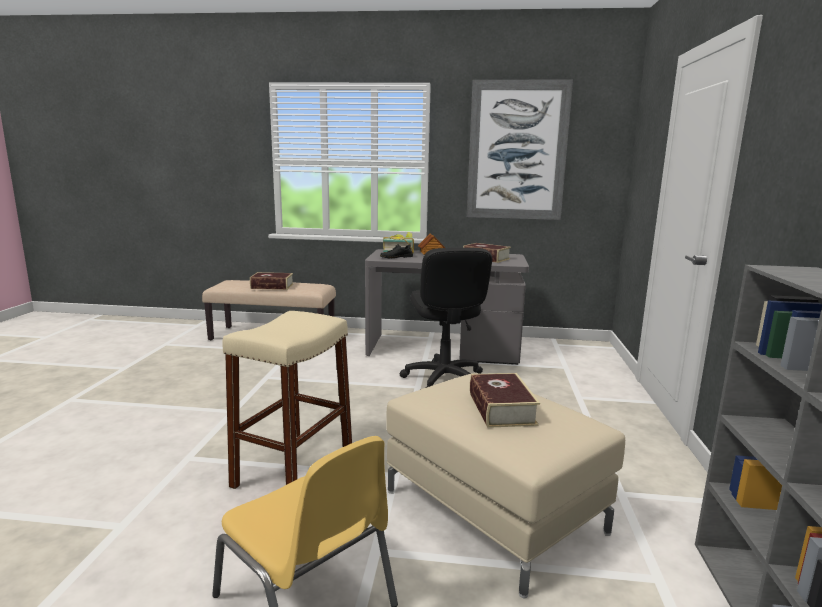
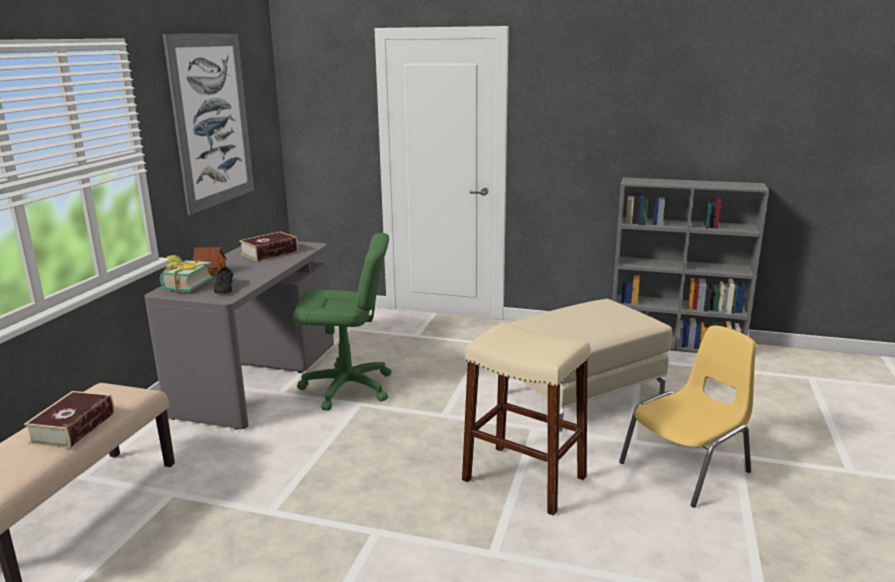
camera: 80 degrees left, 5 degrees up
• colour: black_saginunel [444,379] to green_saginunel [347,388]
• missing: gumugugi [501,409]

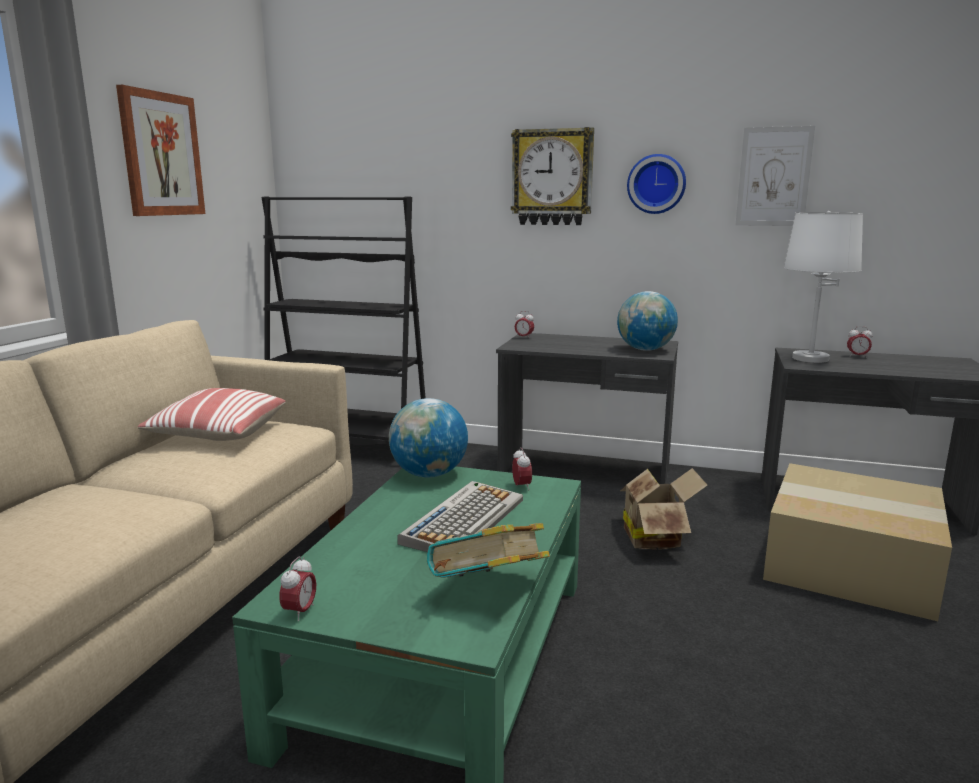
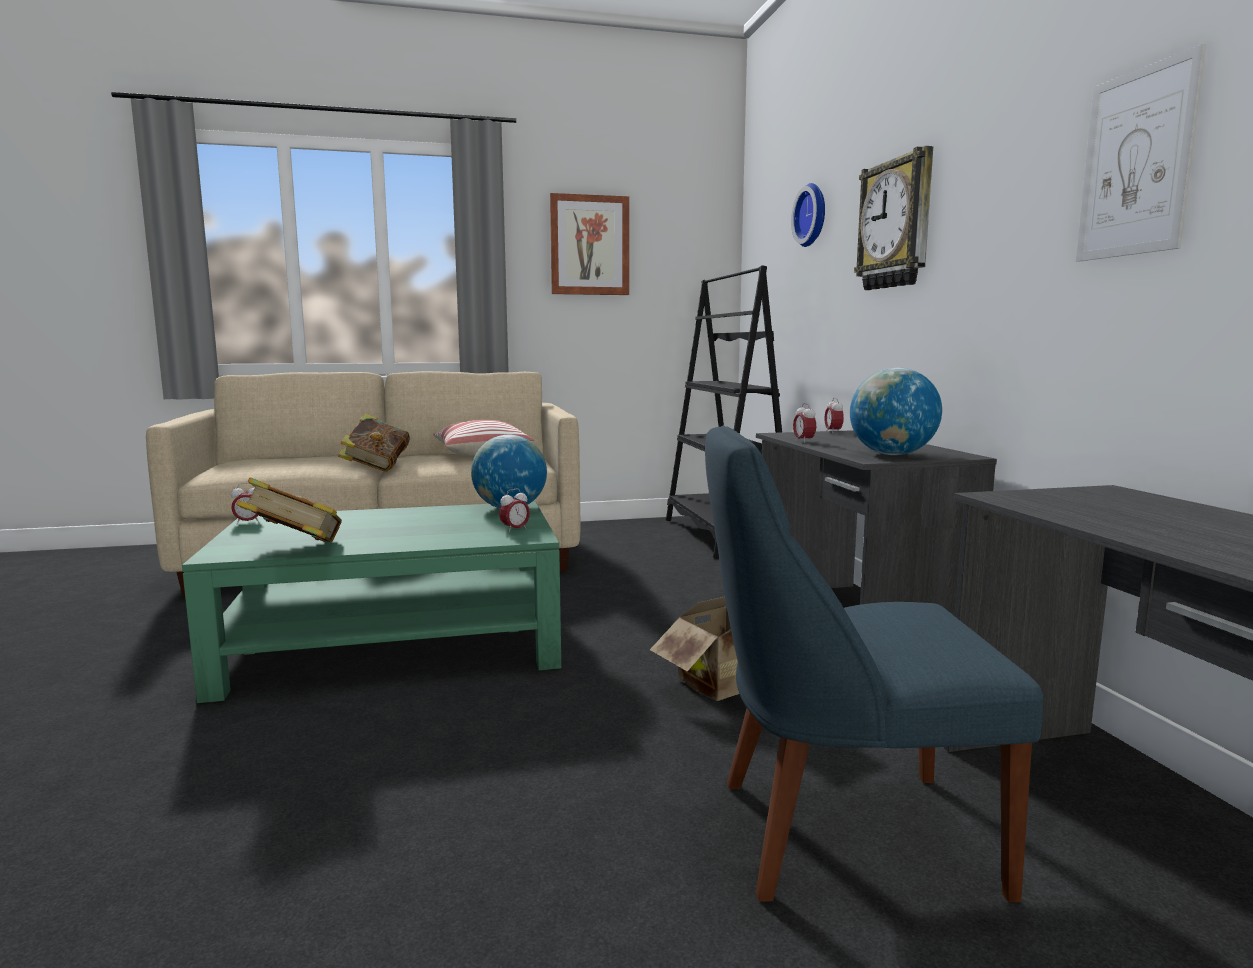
camera: 60 degrees right, 5 degrees down
• appeared: gumugugi [376,468]
• exchanged: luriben [847,565] to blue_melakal [840,833]
• relocated: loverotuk [656,184] to [813,215]
• relocated: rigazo [857,356] to [803,441]
• missing: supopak [464,520]
• missing: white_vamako [810,359]

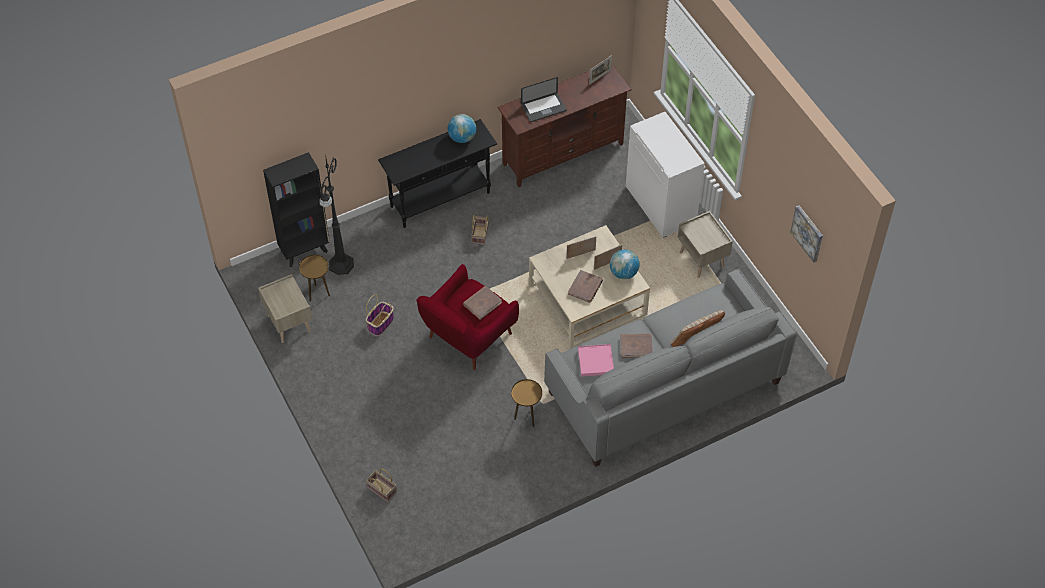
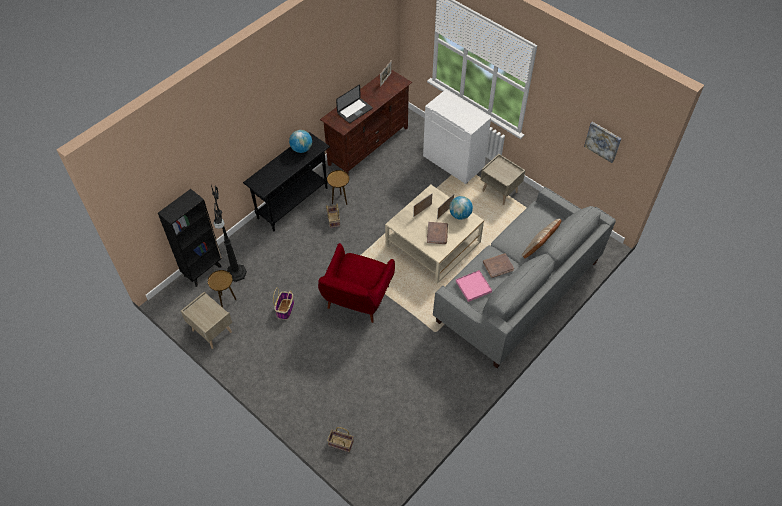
camera: 20 degrees left, 0 degrees up
• relocated: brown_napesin [526,418] to [340,201]
• missing: brown_gumugugi [482,303]

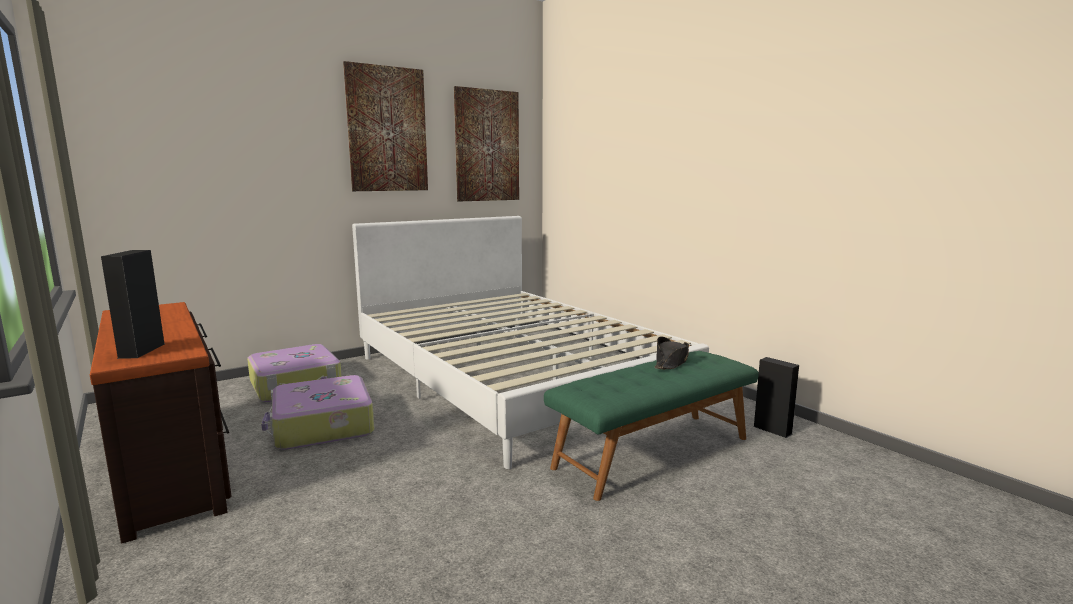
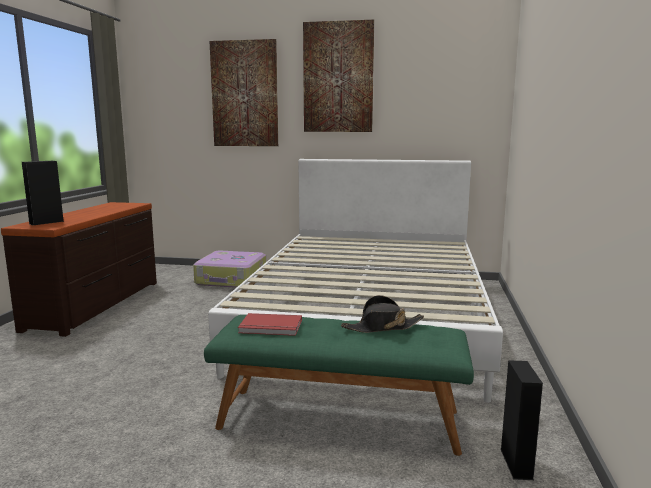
camera: 45 degrees right, 0 degrees up
• relocated: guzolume [487,146] to [245,94]
• appeared: red_gumugugi [270,327]
• missing: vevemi [322,426]

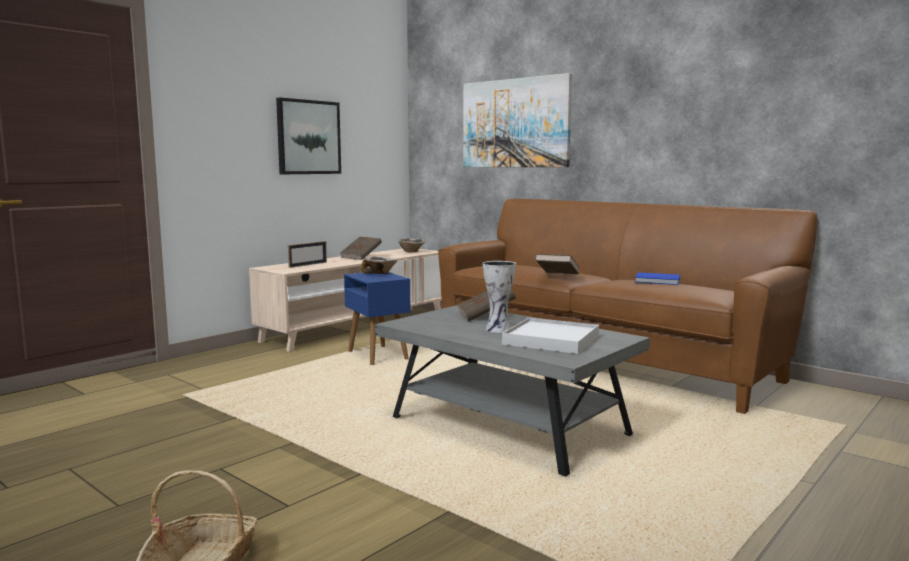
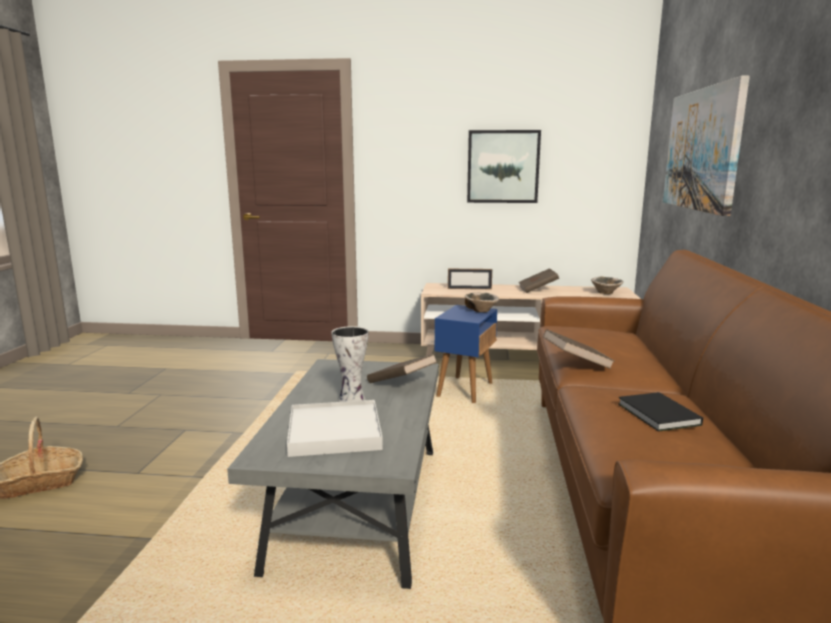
camera: 55 degrees right, 5 degrees up
• colour: blue_gumugugi [658,281] to black_gumugugi [658,415]

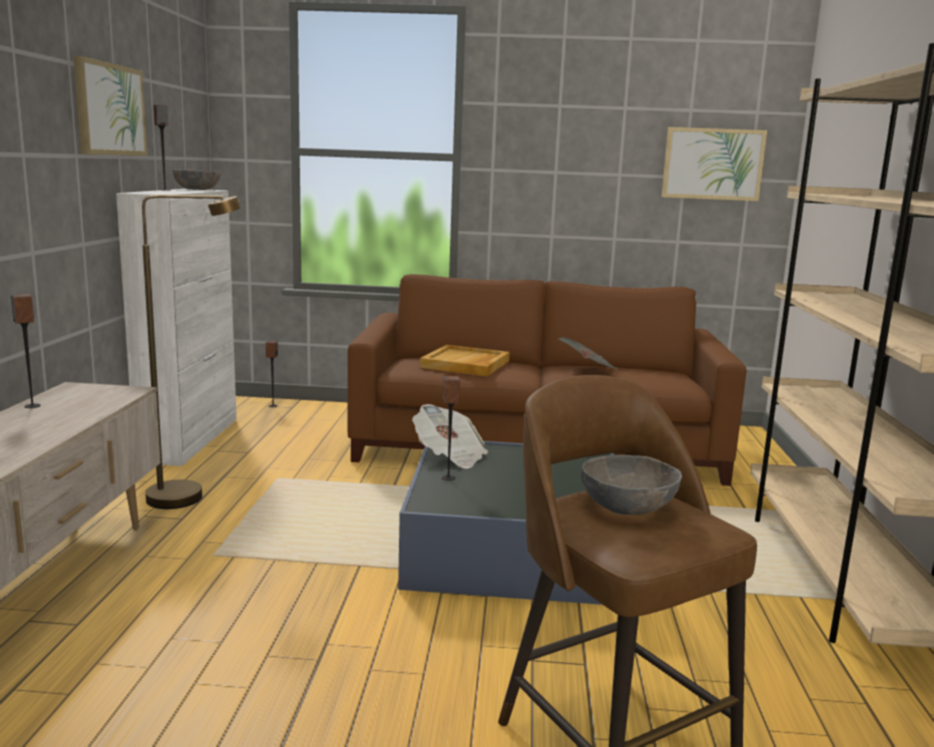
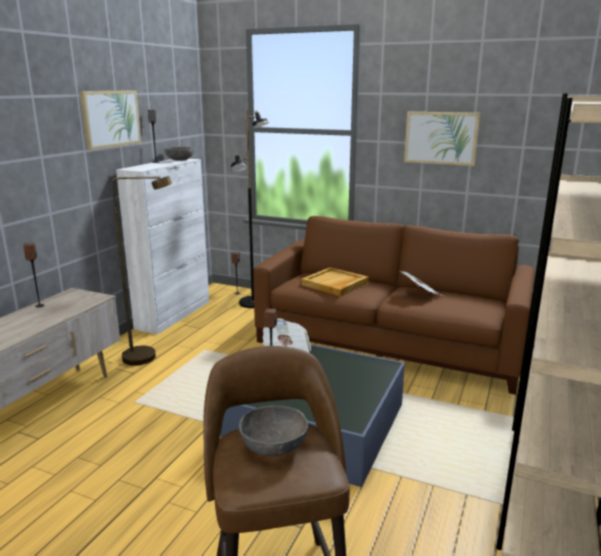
camera: 20 degrees right, 5 degrees up
• appeared: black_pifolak [253,303]
• relocated: guzolume [712,164] to [441,138]

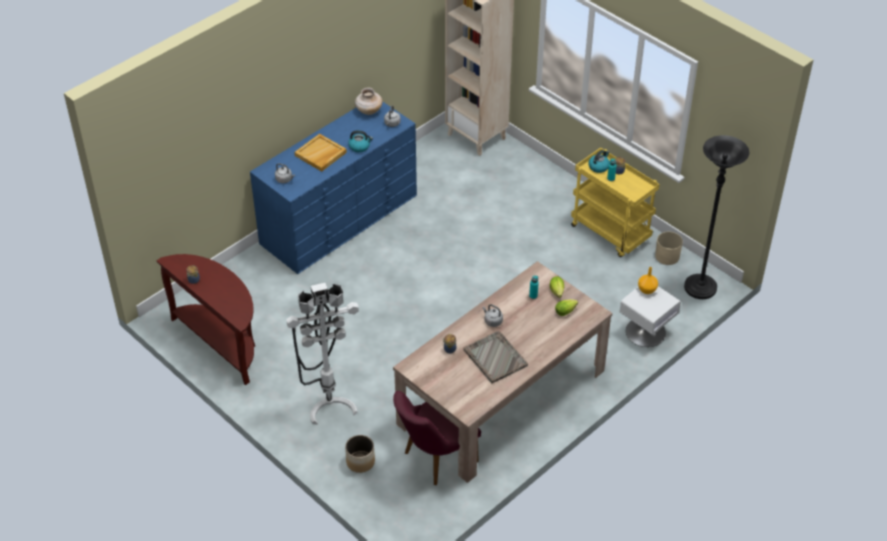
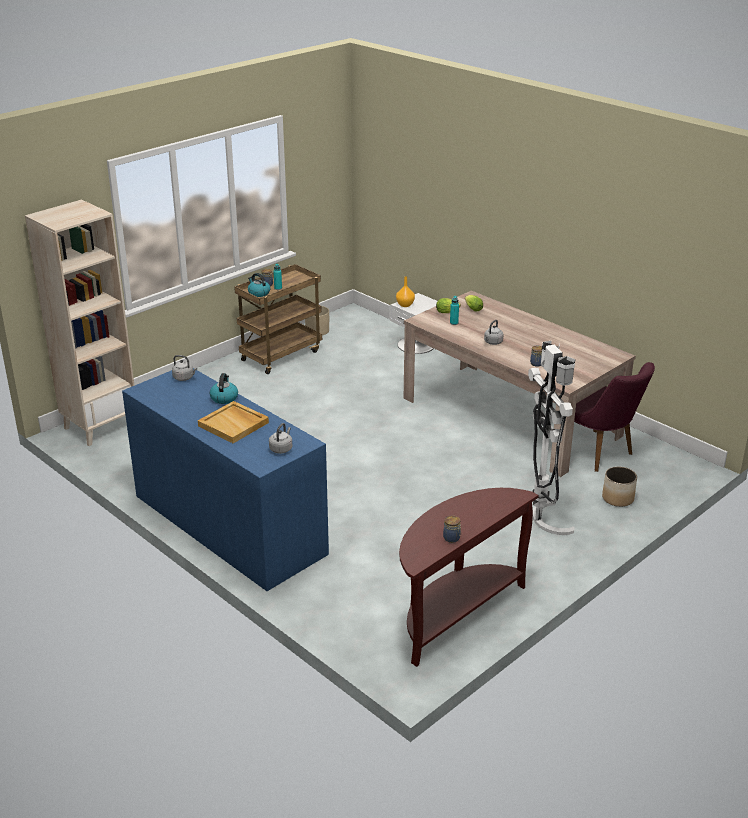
camera: 90 degrees left, 15 degrees down
• colour: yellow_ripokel [611,233] to brown_ripokel [281,355]
• missing: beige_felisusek [368,111]
• missing: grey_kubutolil [495,357]
• missing: black_pifolak [700,288]

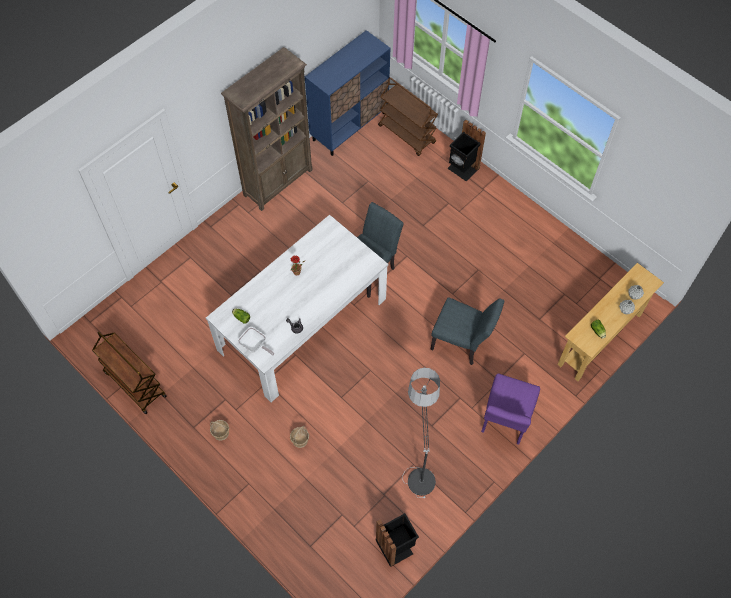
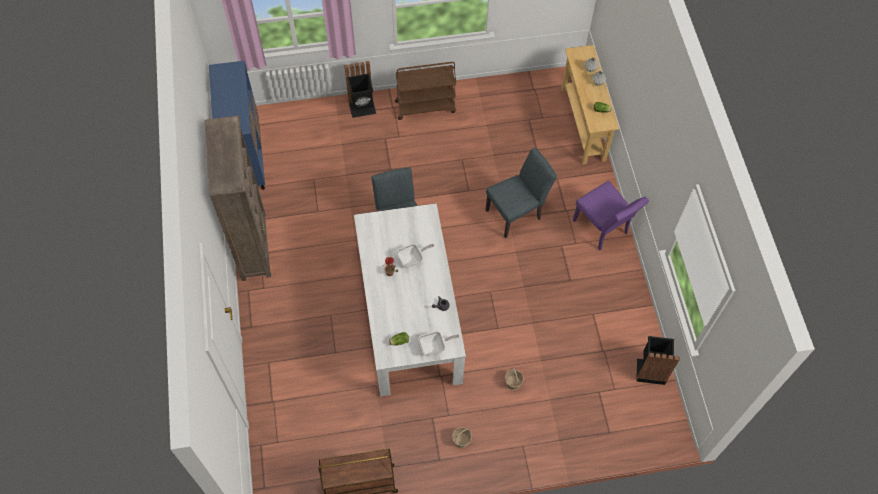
camera: 55 degrees left, 0 degrees up
• relocated: brown_ripokel [407,134] to [426,106]
• appeared: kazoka [412,259]
• missing: pifolak [418,460]

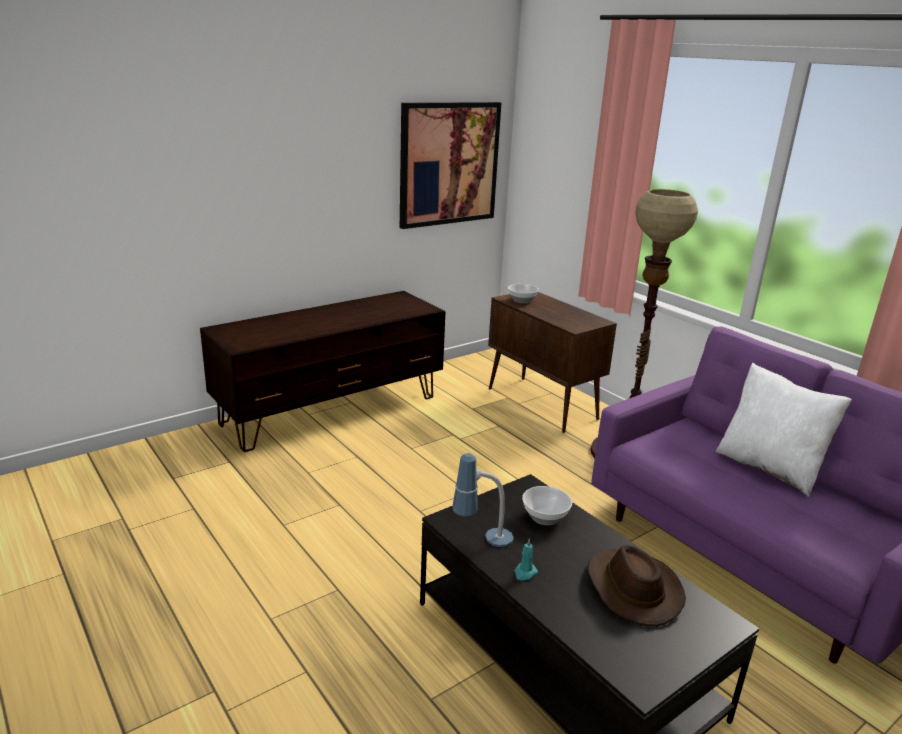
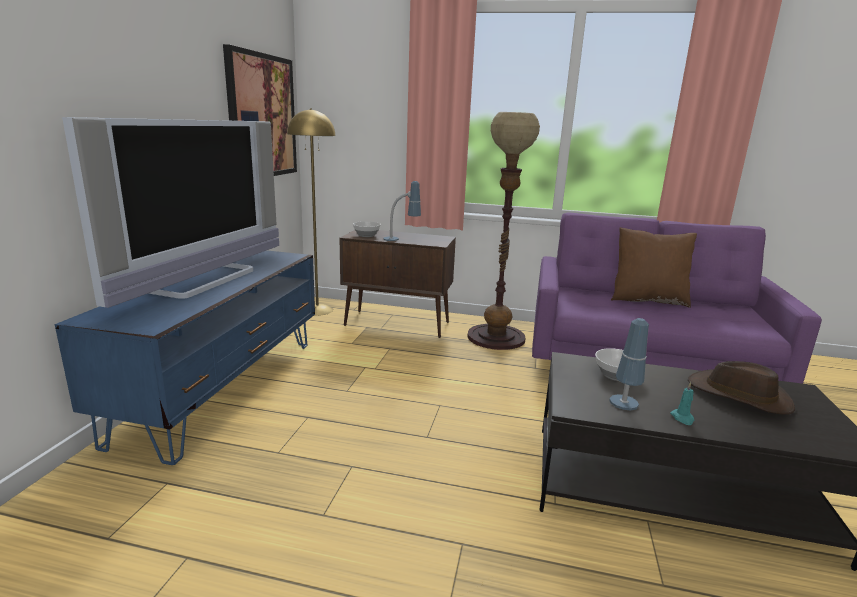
camera: 40 degrees left, 5 degrees down
• colour: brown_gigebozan [332,410] to blue_gigebozan [224,387]
• appeared: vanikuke [206,280]
• appeared: yellow_pifolak [317,310]
• appeared: vamako [401,240]
• colour: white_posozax [769,468] to brown_posozax [647,300]

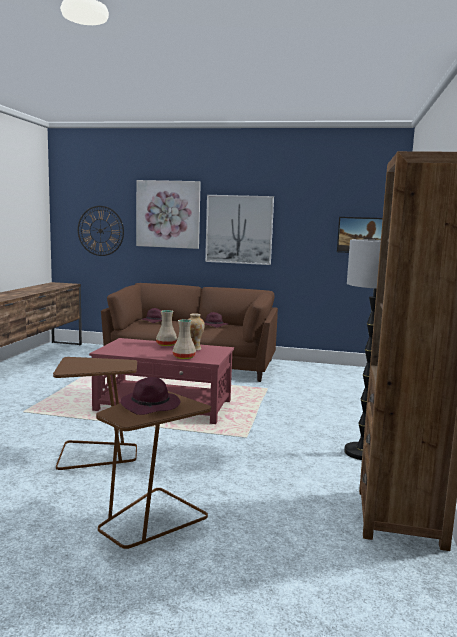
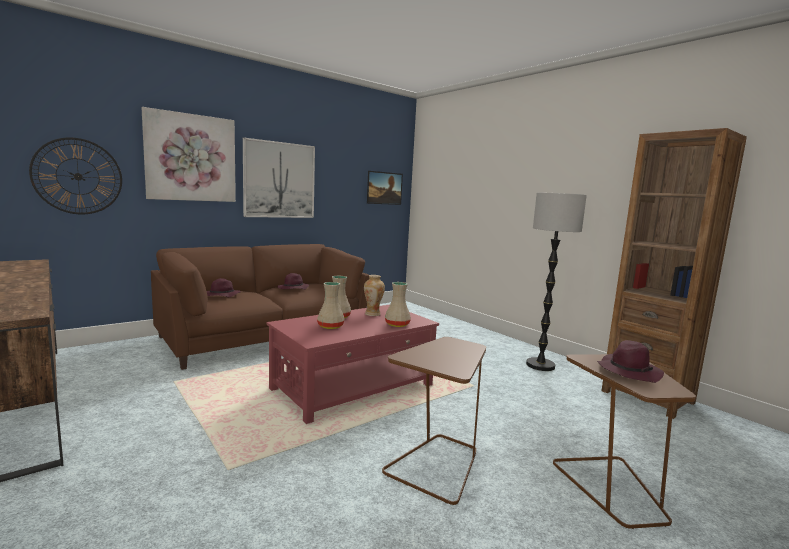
camera: 50 degrees left, 0 degrees up
• appeared: beige_felisusek [330,327]

